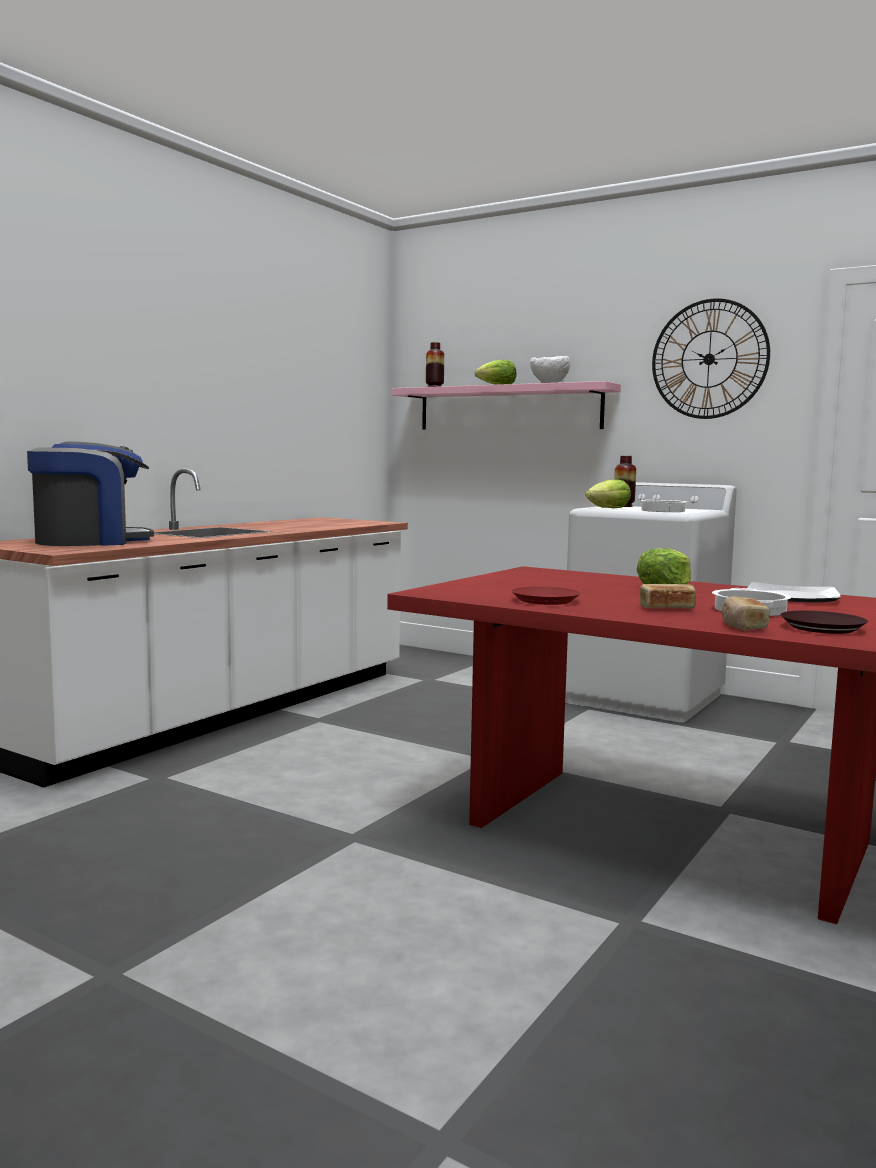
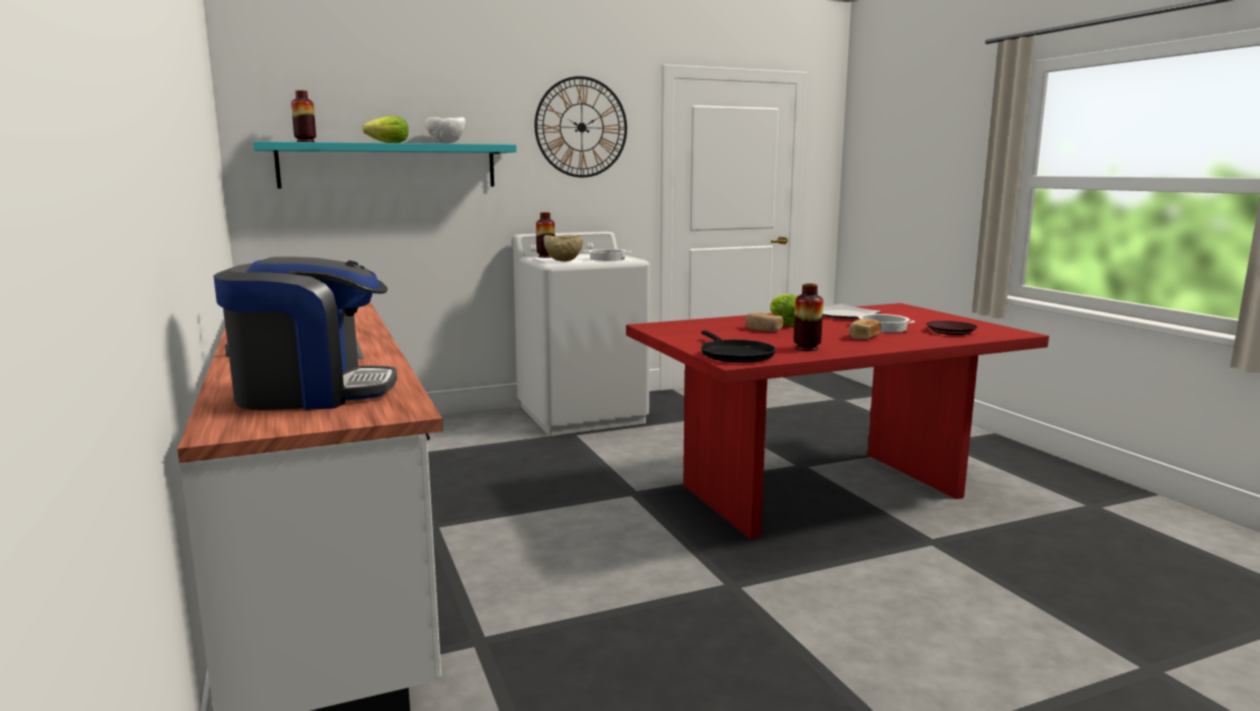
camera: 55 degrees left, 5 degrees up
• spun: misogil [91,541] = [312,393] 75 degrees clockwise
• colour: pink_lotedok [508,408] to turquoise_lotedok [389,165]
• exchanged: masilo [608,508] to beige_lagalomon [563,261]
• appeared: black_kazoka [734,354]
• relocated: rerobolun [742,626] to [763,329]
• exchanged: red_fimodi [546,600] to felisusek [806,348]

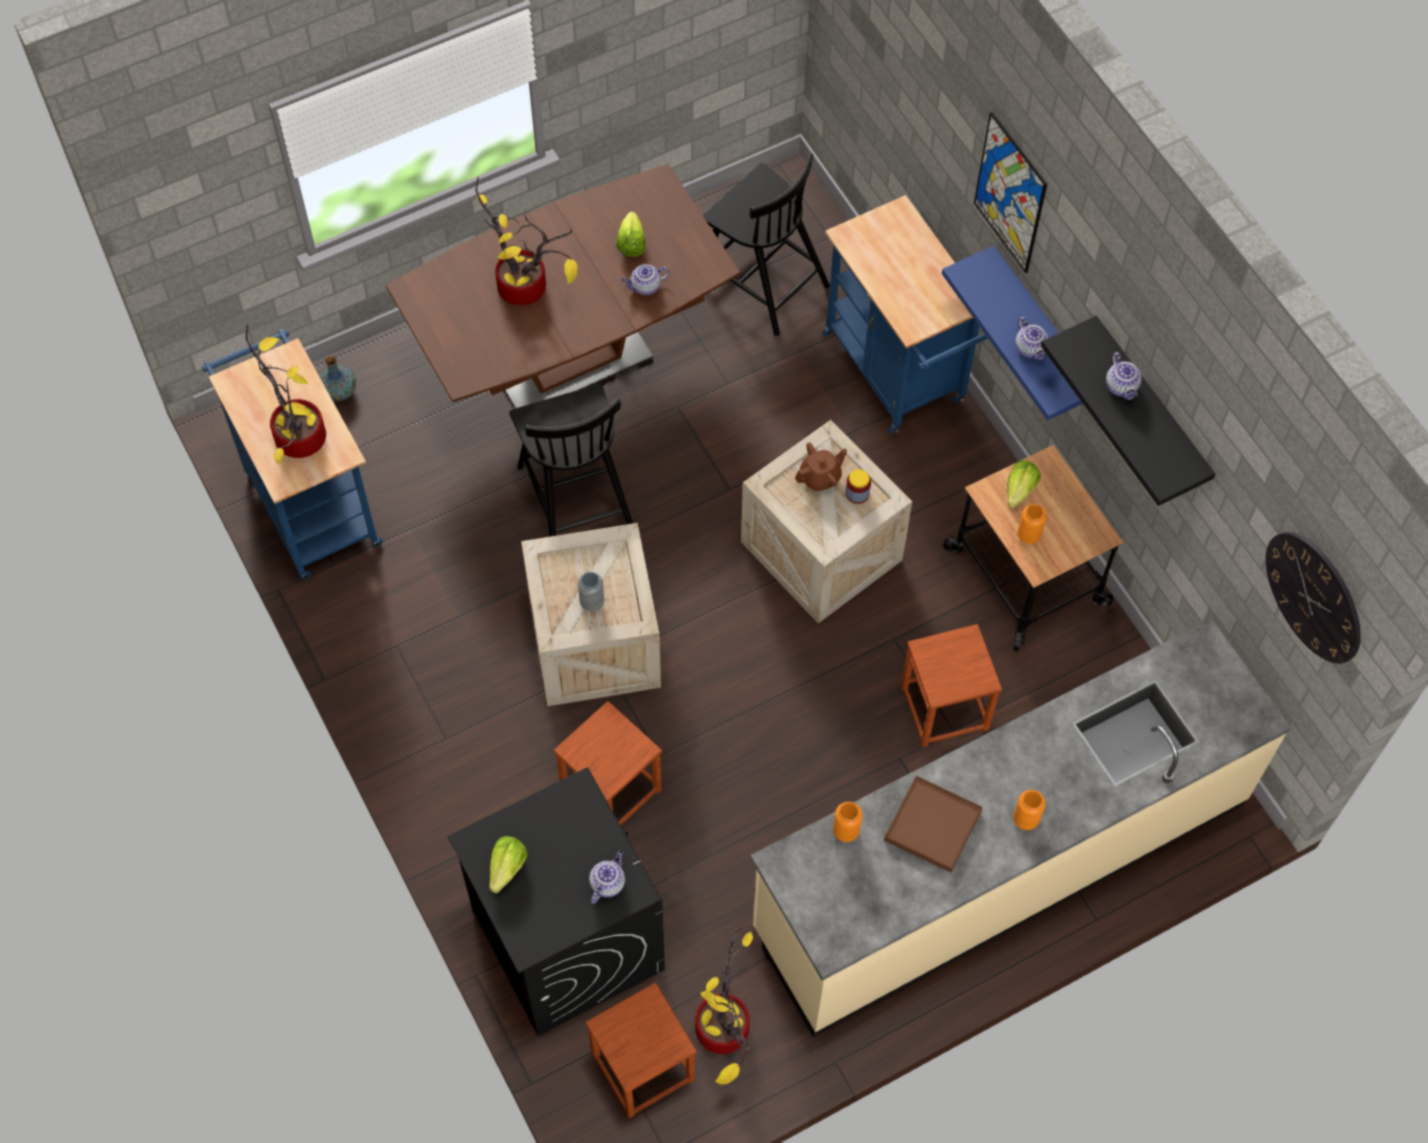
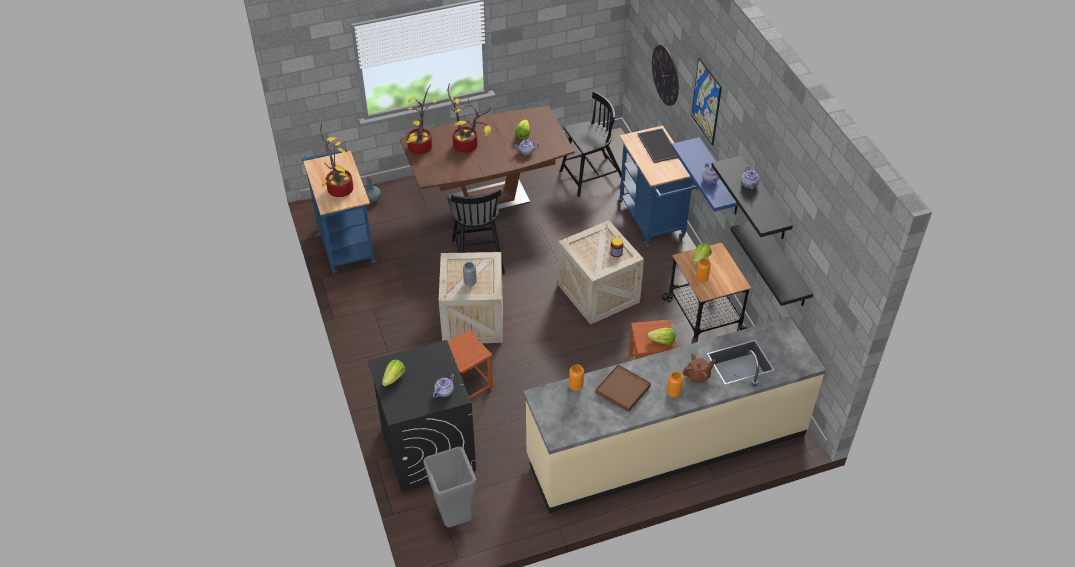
camera: 10 degrees right, 15 degrees down
• relocated: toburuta [726,1032] to [421,149]
• exchanged: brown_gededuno [642,1067] to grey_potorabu [453,515]
• spun: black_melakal [761,281] = [591,177] 75 degrees counterclockwise
• appeared: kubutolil [659,146]
• appeared: masilo [662,341]
• relocated: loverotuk [1313,597] to [665,75]
• relocated: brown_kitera [820,477] to [698,376]
• appeared: black_lotedok [784,265]

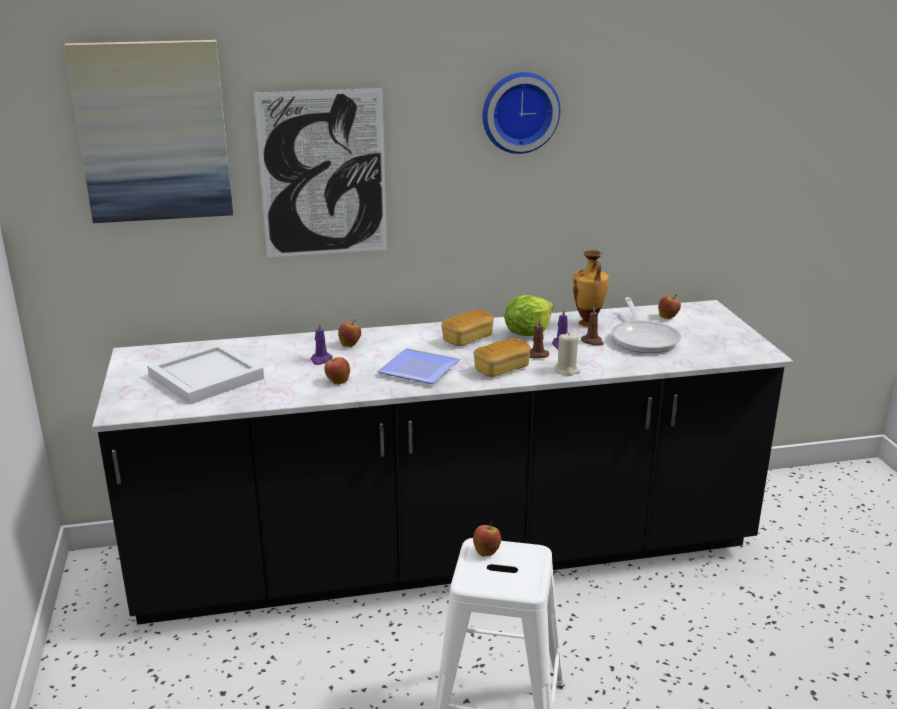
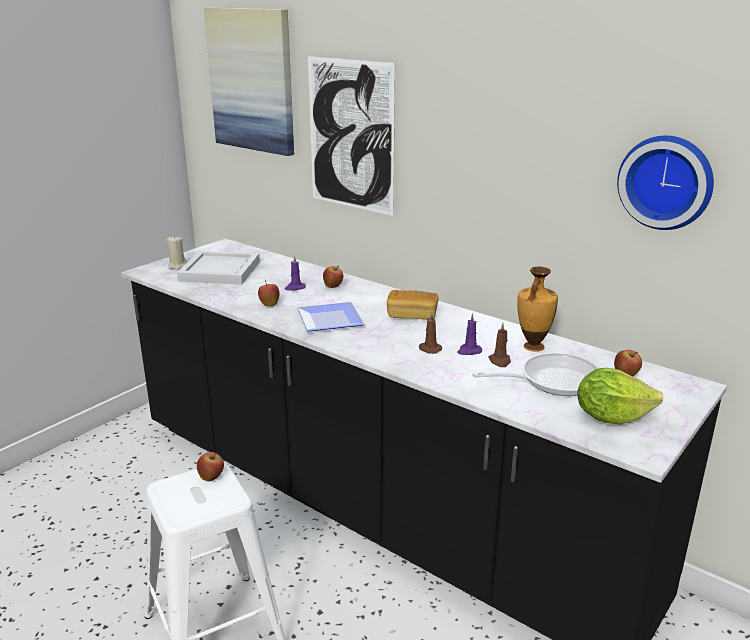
camera: 50 degrees right, 0 degrees up
• relocated: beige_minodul [567,370] to [177,266]
• spun: kazoka [644,338] = [552,380] 150 degrees counterclockwise
• relocated: masilo [527,333] to [611,417]
• relocated: loverotuk [519,112] to [666,181]
• missing: rerobolun [501,369]

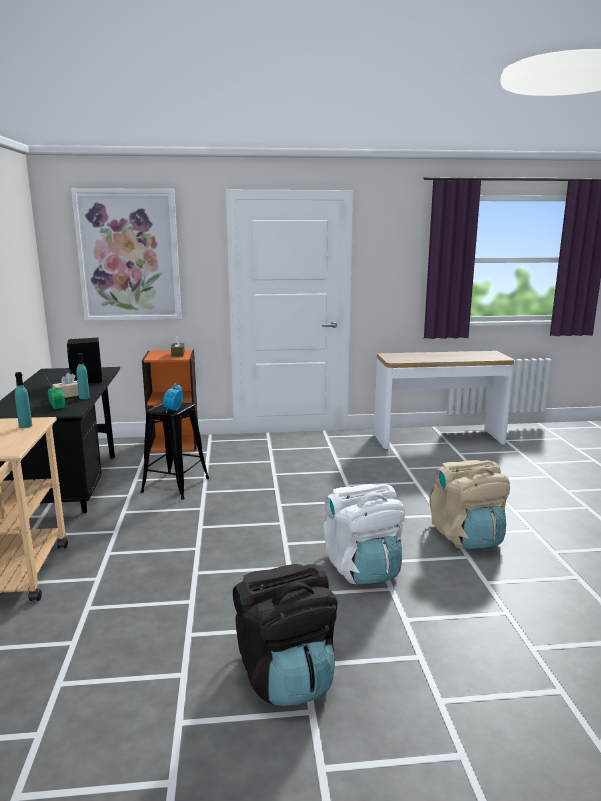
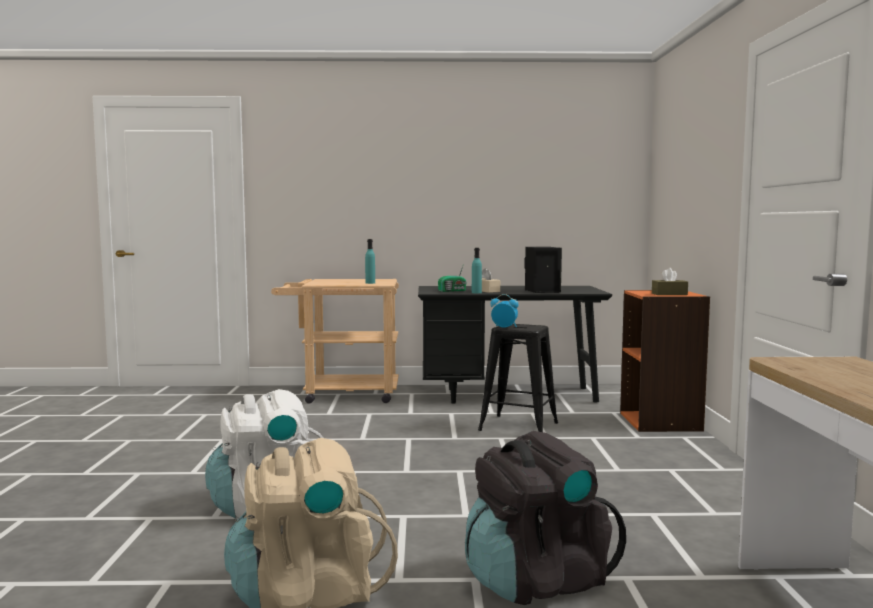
camera: 95 degrees right, 10 degrees down
• relocated: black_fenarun [286,674] to [536,580]
• missing: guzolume [129,256]

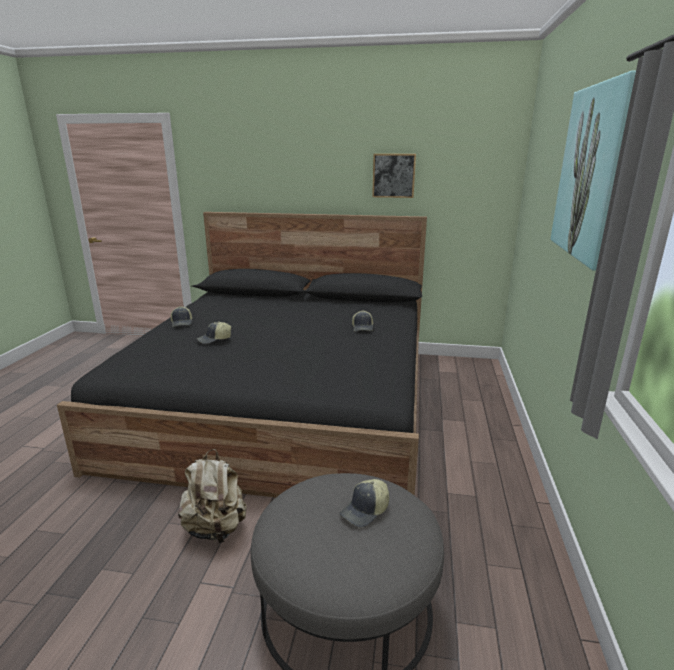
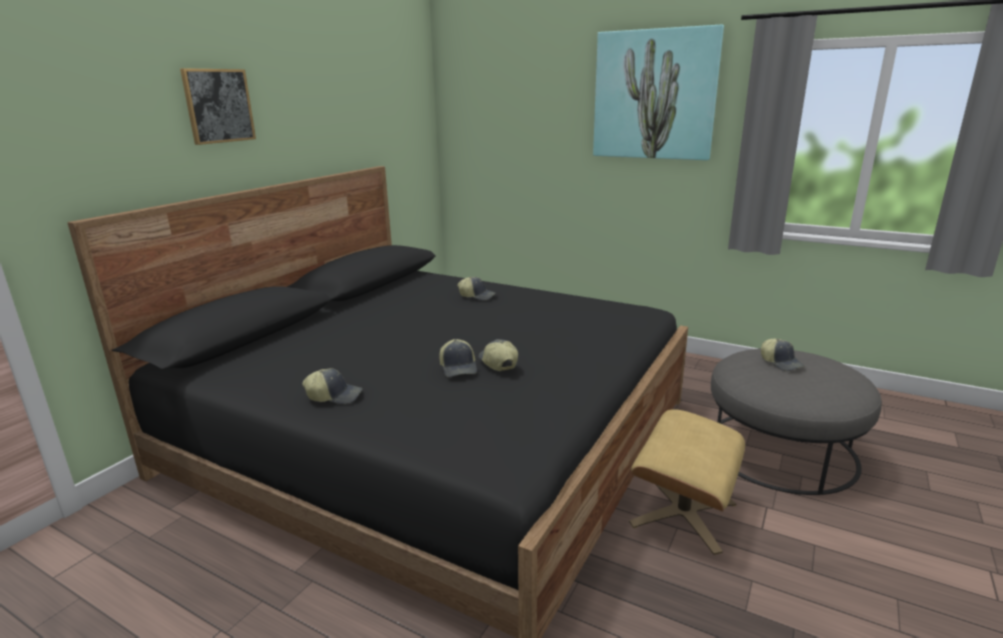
camera: 70 degrees left, 0 degrees up
• relocated: guzolume [393,175] to [218,106]
• appeared: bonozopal [497,363]
• exchanged: beige_fenarun [216,528] to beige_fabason [682,513]

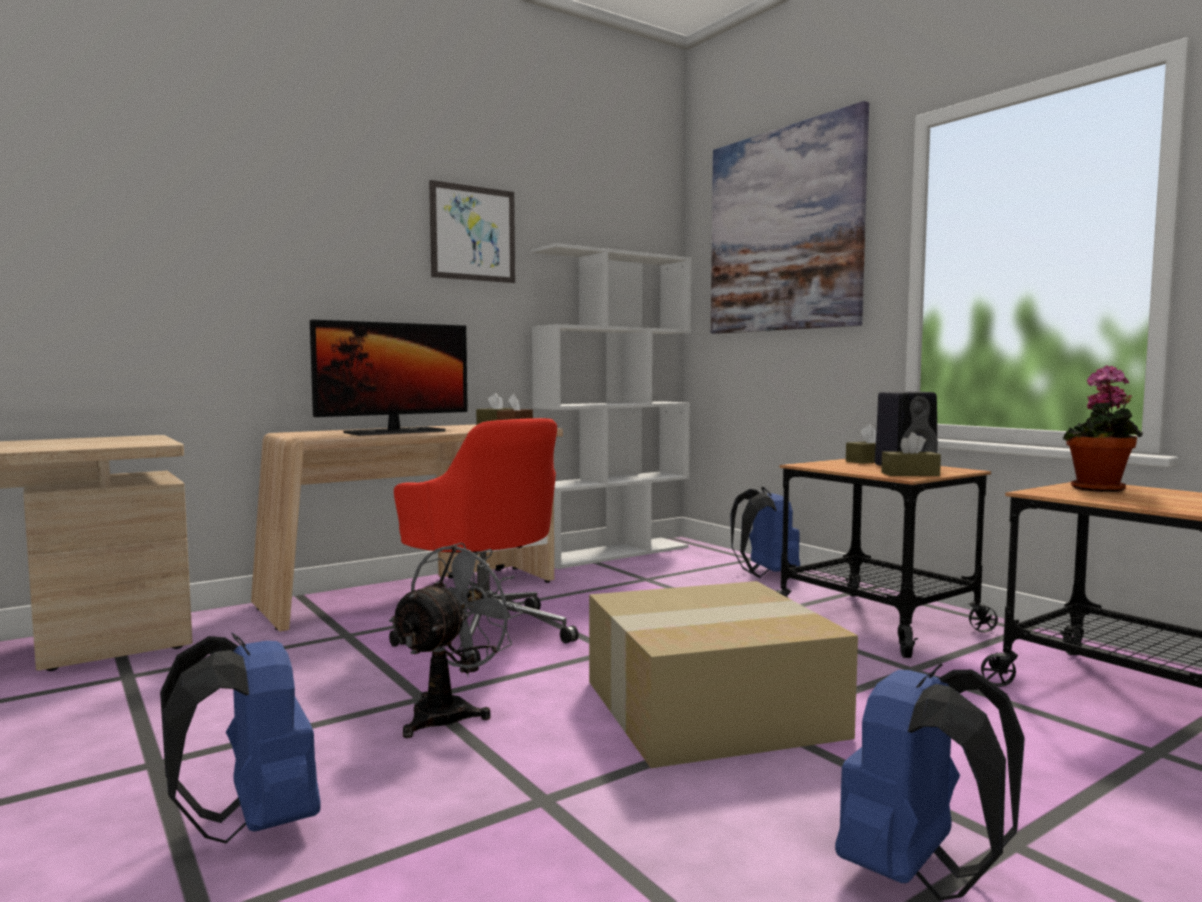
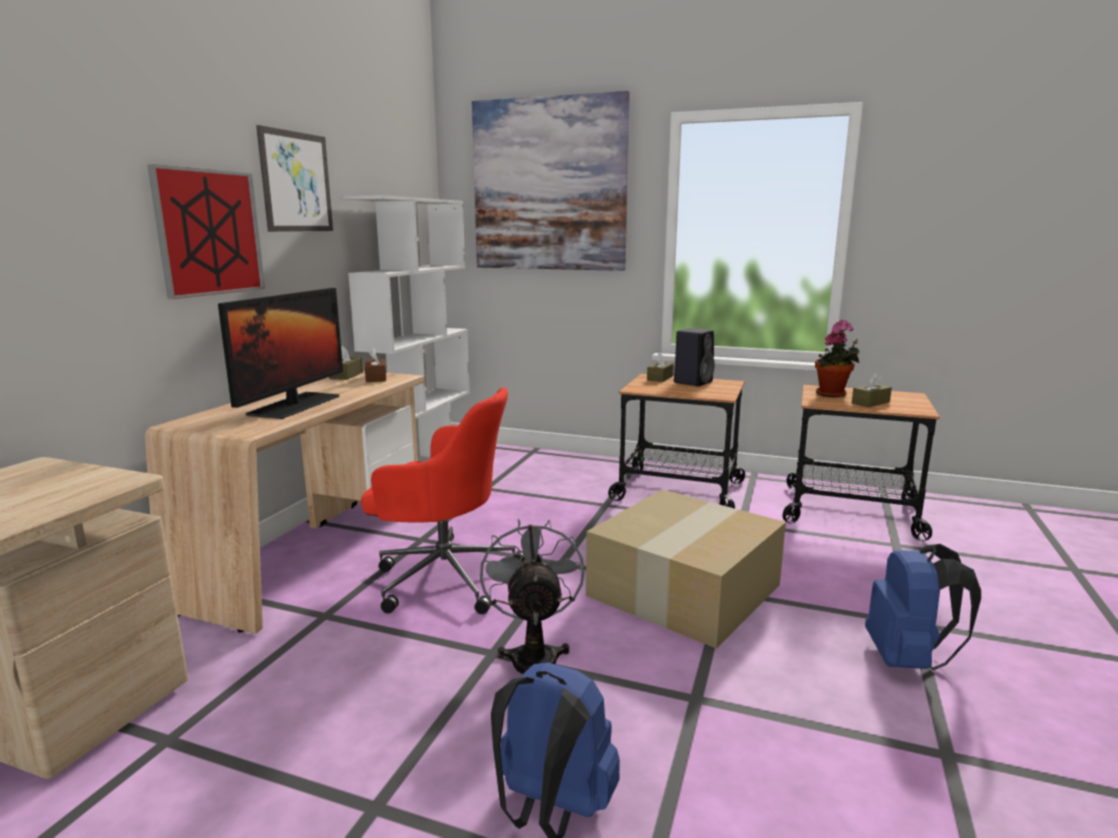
camera: 35 degrees left, 10 degrees up
• appeared: guzolume [209,232]
• relocated: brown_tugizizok [910,474] to [870,403]
• missing: blue_fenarun [766,574]

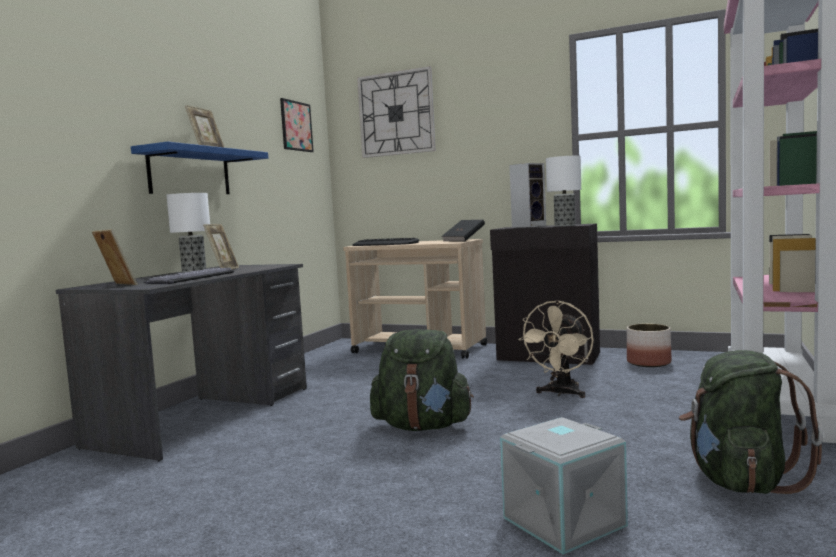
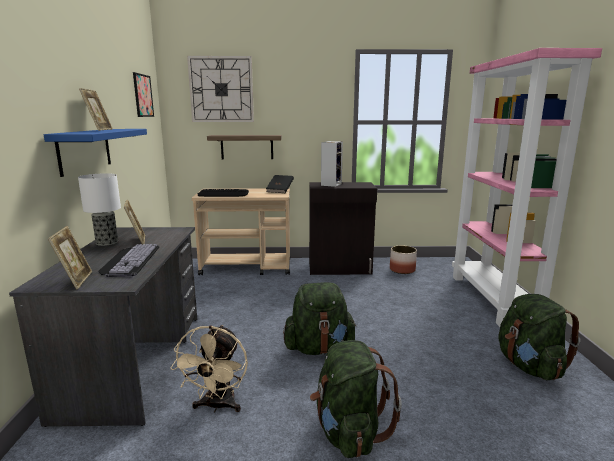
camera: 25 degrees left, 10 degrees up
• spun: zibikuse [117,285] = [76,280] 60 degrees clockwise
• relocated: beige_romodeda [561,393] to [217,406]
• appeared: lotedok [247,147]
• appeared: green_fenarun [349,431]
• missing: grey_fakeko [565,523]
• missing: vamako [565,225]

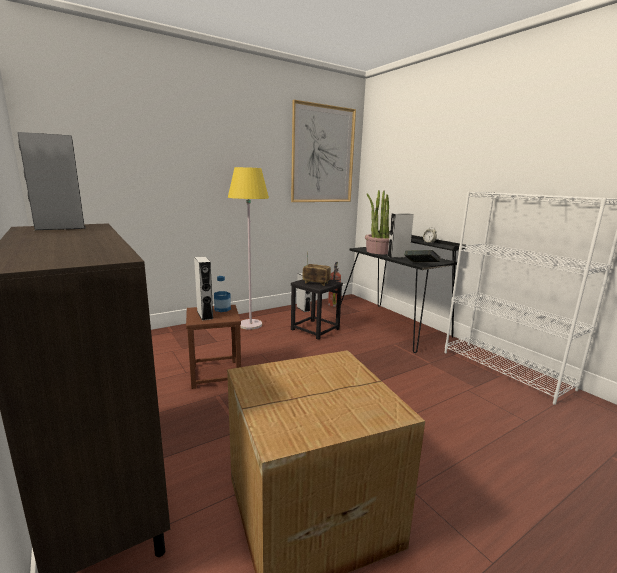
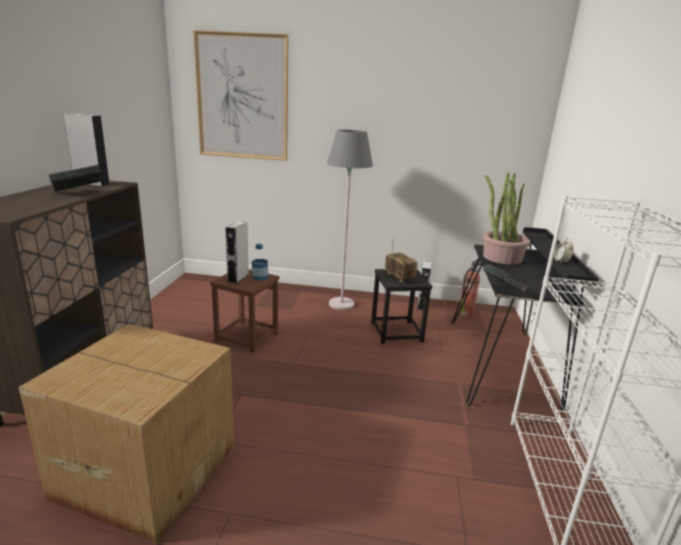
camera: 40 degrees right, 5 degrees up
• appeared: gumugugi [78,193]
• relocated: guzolume [323,155] to [242,97]
• colour: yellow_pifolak [250,325] to grey_pifolak [341,304]
• missing: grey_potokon [398,256]

